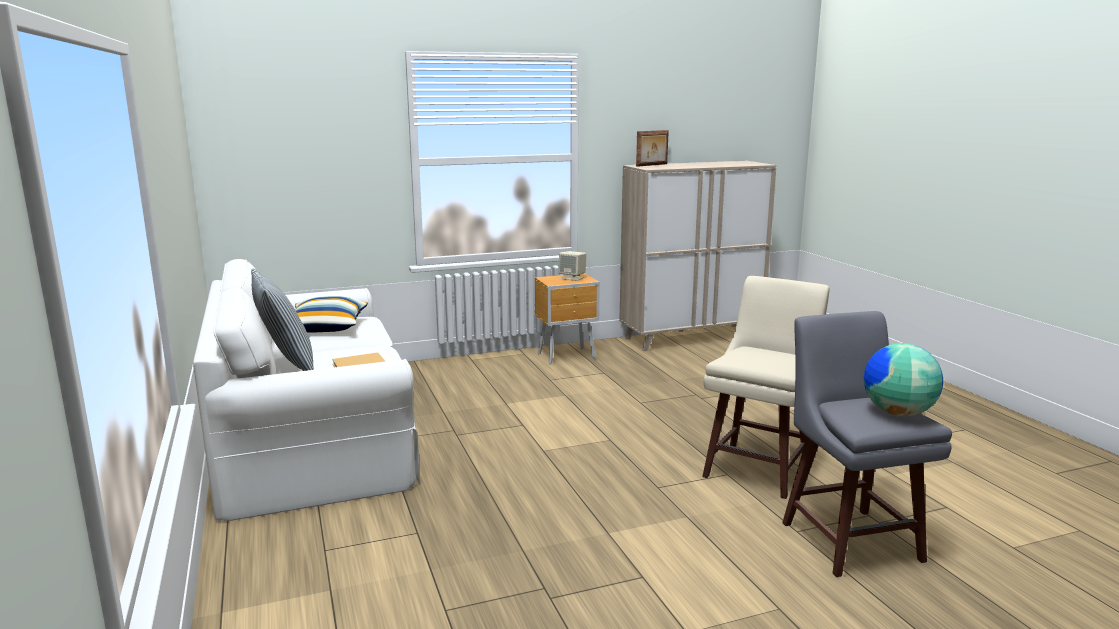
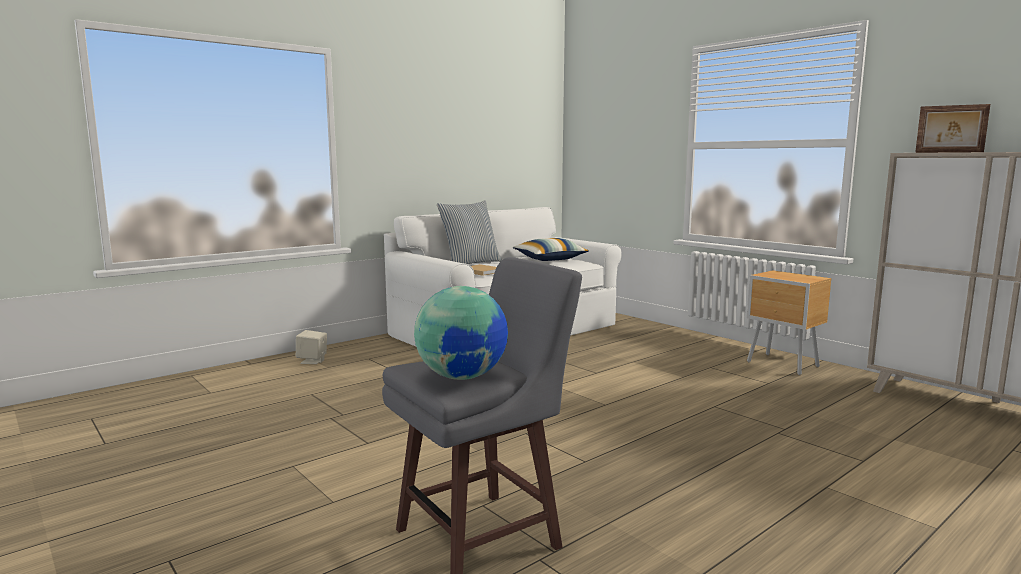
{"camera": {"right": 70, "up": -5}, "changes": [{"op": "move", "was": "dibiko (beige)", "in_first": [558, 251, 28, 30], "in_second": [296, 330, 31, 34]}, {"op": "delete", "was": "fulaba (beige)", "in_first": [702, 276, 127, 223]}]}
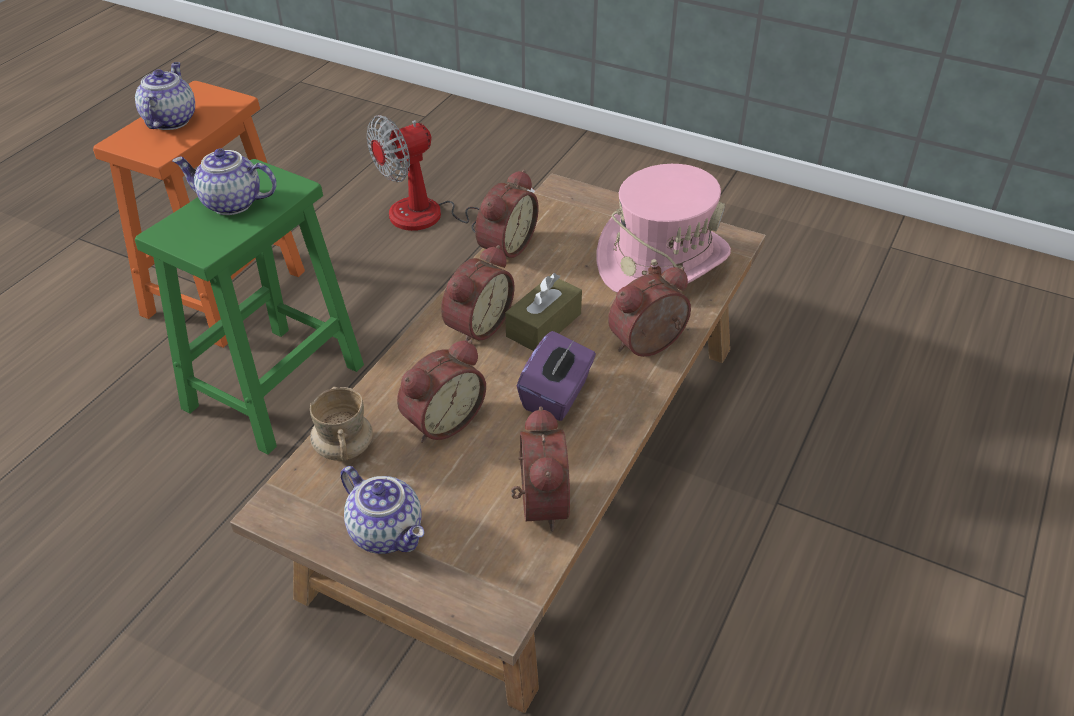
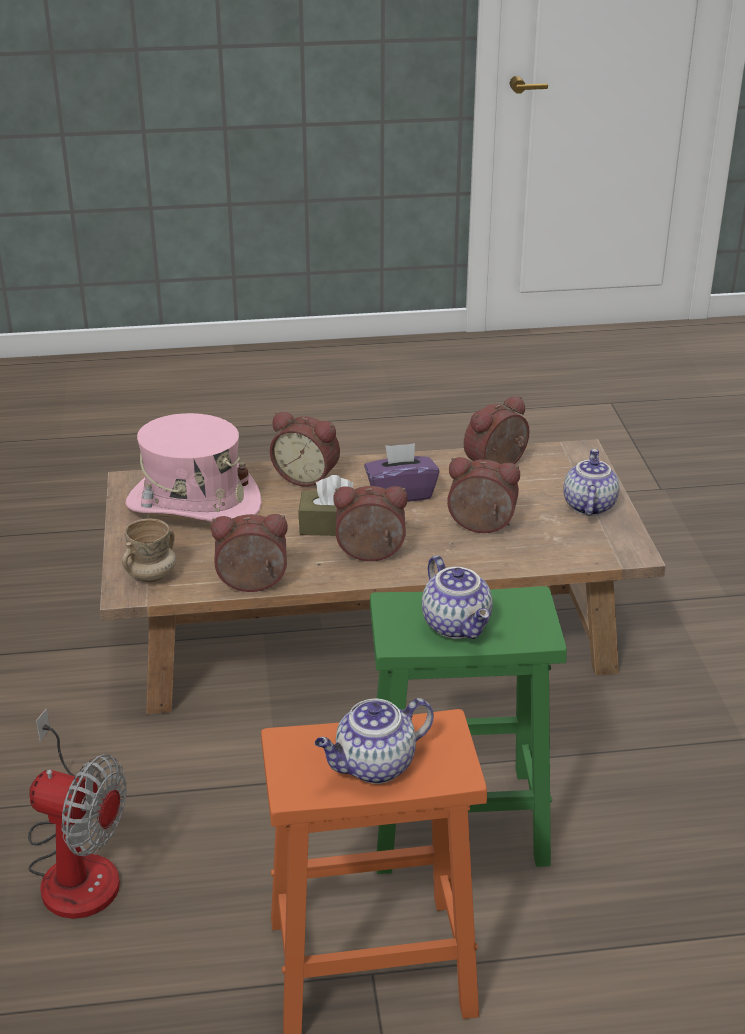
{"camera": {"right": -125, "up": -10}, "changes": [{"op": "move", "was": "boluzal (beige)", "in_first": [310, 387, 63, 74], "in_second": [122, 518, 54, 64]}]}
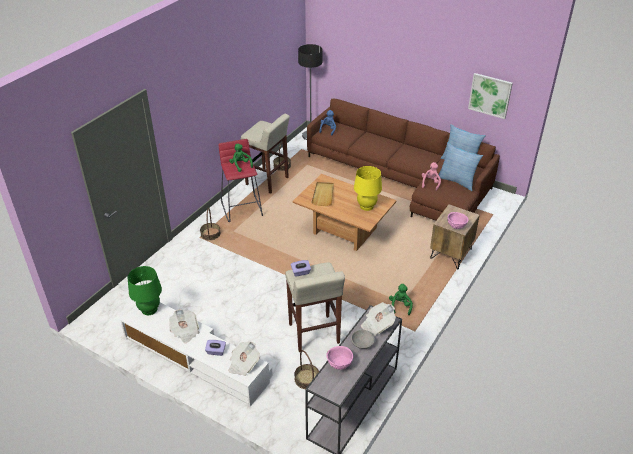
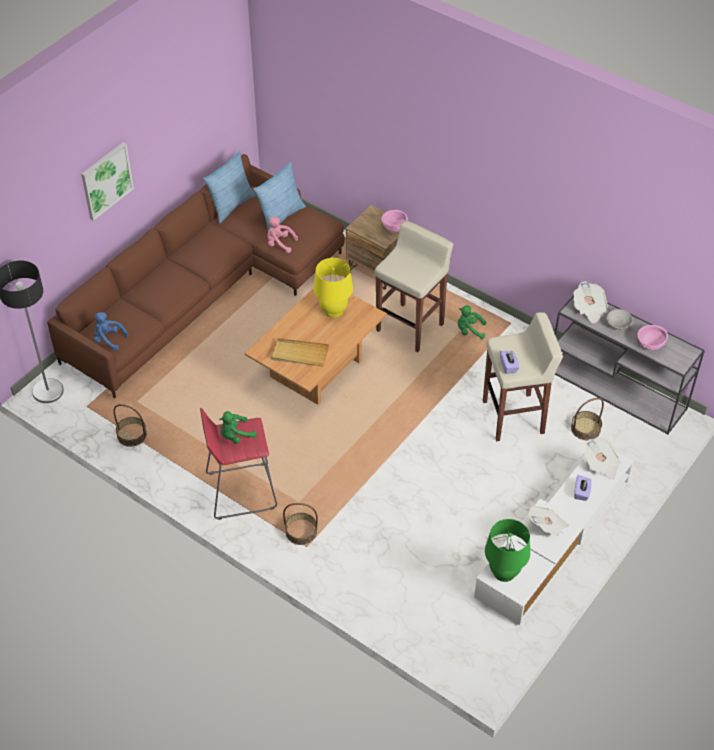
{"camera": {"right": -85, "up": 10}, "changes": [{"op": "move", "was": "fulaba (beige)", "in_first": [241, 114, 49, 80], "in_second": [375, 221, 78, 131]}, {"op": "move", "was": "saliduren", "in_first": [468, 73, 45, 46], "in_second": [81, 142, 53, 79]}]}
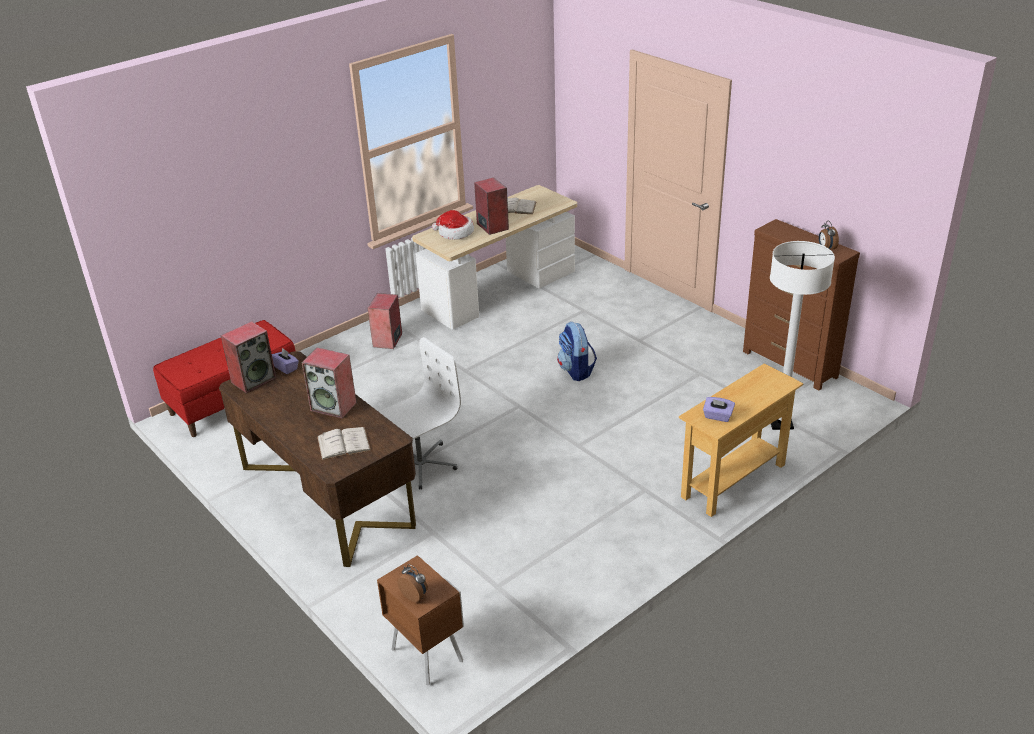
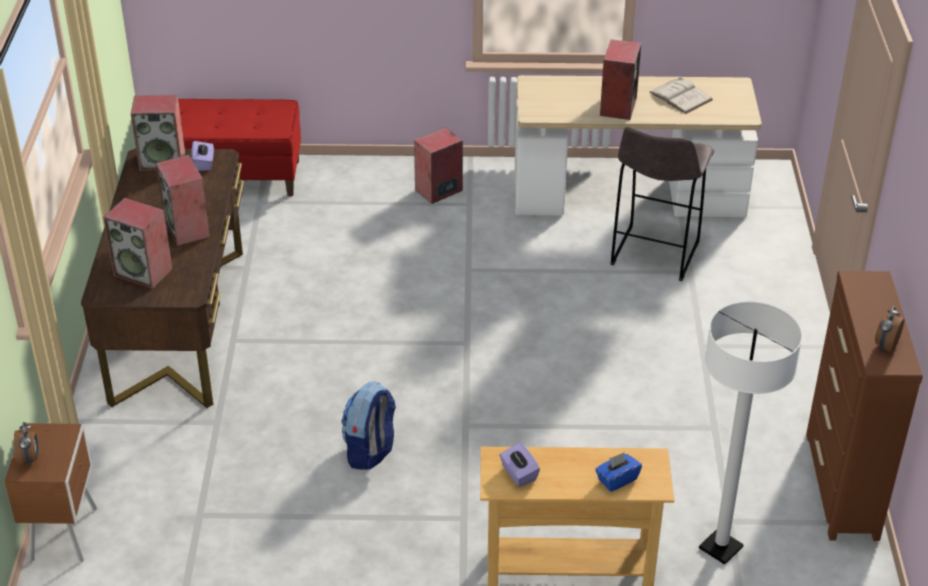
{"camera": {"right": 40, "up": 5}, "changes": [{"op": "replace", "was": "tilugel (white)", "now": "dibiko", "in_first": [317, 427, 54, 33], "in_second": [103, 198, 70, 91]}, {"op": "delete", "was": "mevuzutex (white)", "in_first": [379, 337, 82, 153]}, {"op": "delete", "was": "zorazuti", "in_first": [432, 210, 42, 30]}, {"op": "move", "was": "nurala", "in_first": [557, 321, 40, 60], "in_second": [341, 382, 55, 88]}, {"op": "insert", "now": "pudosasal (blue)", "in_second": [595, 452, 47, 40]}, {"op": "insert", "now": "fulaba (grey)", "in_second": [610, 127, 104, 154]}]}
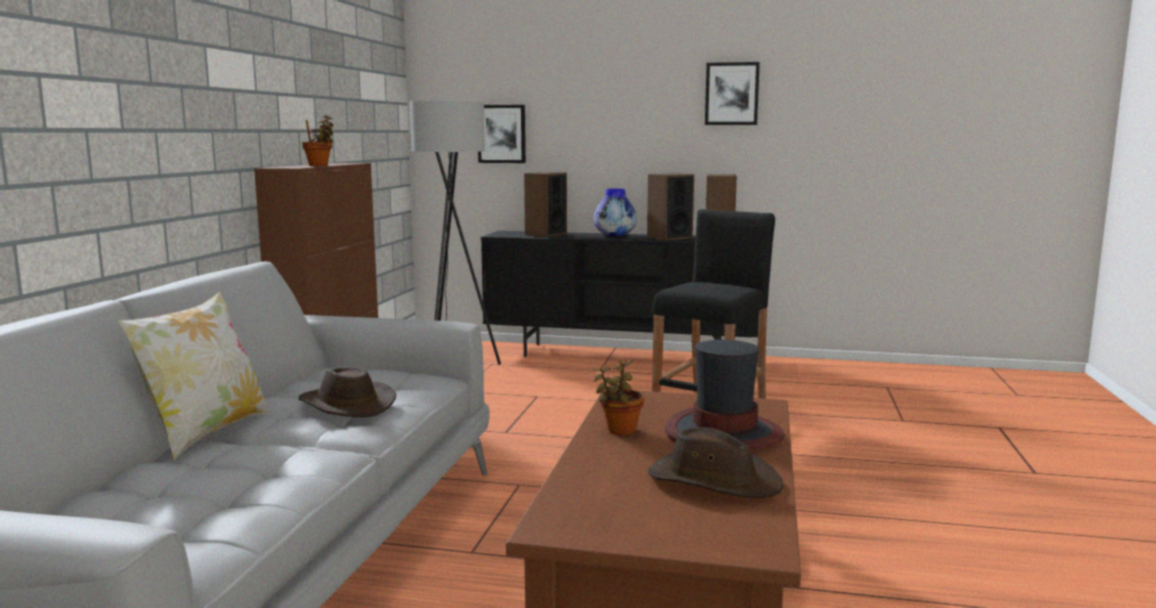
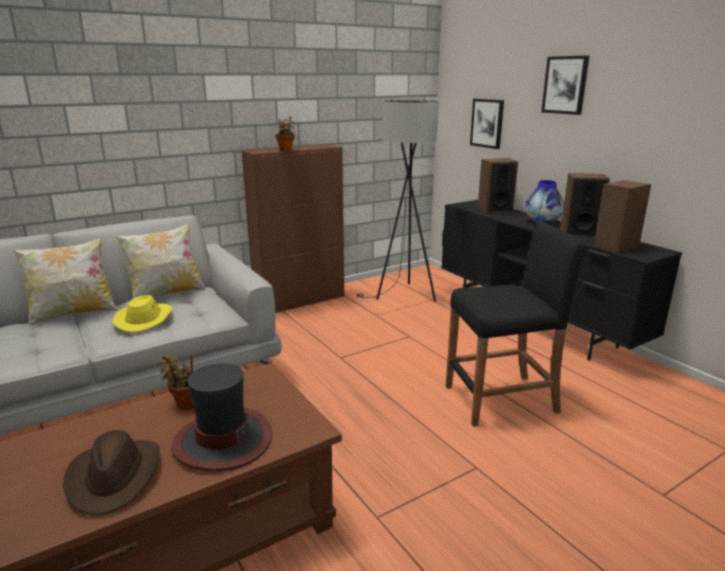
{"camera": {"right": 45, "up": 10}, "changes": [{"op": "recolor", "was": "zorazuti (brown)", "now": "zorazuti (yellow)", "in_first": [298, 366, 98, 51], "in_second": [112, 295, 61, 38]}, {"op": "move", "was": "saliduren", "in_first": [705, 62, 55, 63], "in_second": [541, 56, 48, 59]}, {"op": "insert", "now": "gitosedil", "in_second": [116, 223, 89, 75]}]}
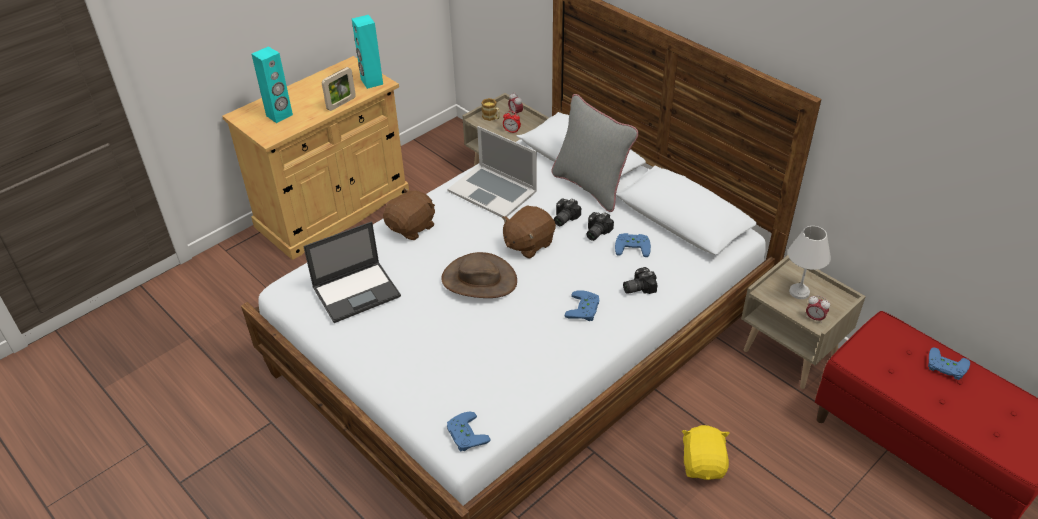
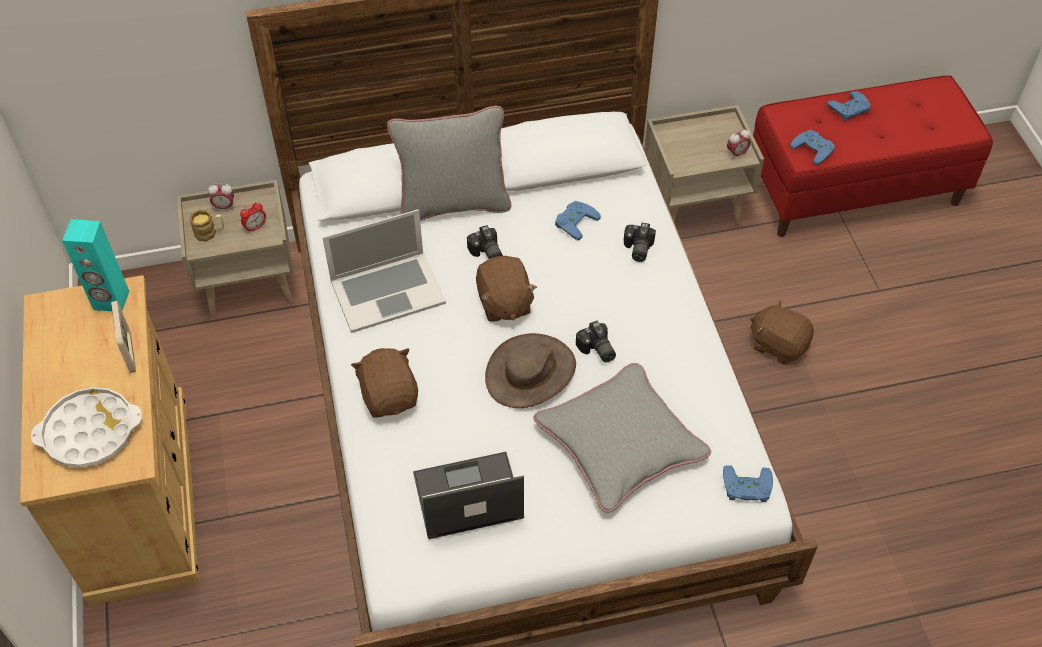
{"camera": {"right": -60, "up": 10}, "changes": [{"op": "replace", "was": "dibiko (turquoise)", "now": "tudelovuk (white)", "in_first": [251, 47, 42, 76], "in_second": [31, 387, 111, 81]}, {"op": "rotate", "was": "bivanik", "in_first": [303, 221, 98, 102], "in_second": [413, 452, 111, 87], "clockwise": -105}, {"op": "move", "was": "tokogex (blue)", "in_first": [565, 290, 34, 31], "in_second": [790, 130, 45, 35]}, {"op": "move", "was": "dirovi", "in_first": [586, 212, 28, 29], "in_second": [576, 320, 40, 43]}, {"op": "recolor", "was": "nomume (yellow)", "now": "nomume (brown)", "in_first": [682, 425, 48, 55], "in_second": [750, 299, 64, 65]}, {"op": "delete", "was": "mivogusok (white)", "in_first": [788, 226, 43, 73]}, {"op": "insert", "now": "gitosedil (grey)", "in_second": [533, 363, 178, 150]}]}
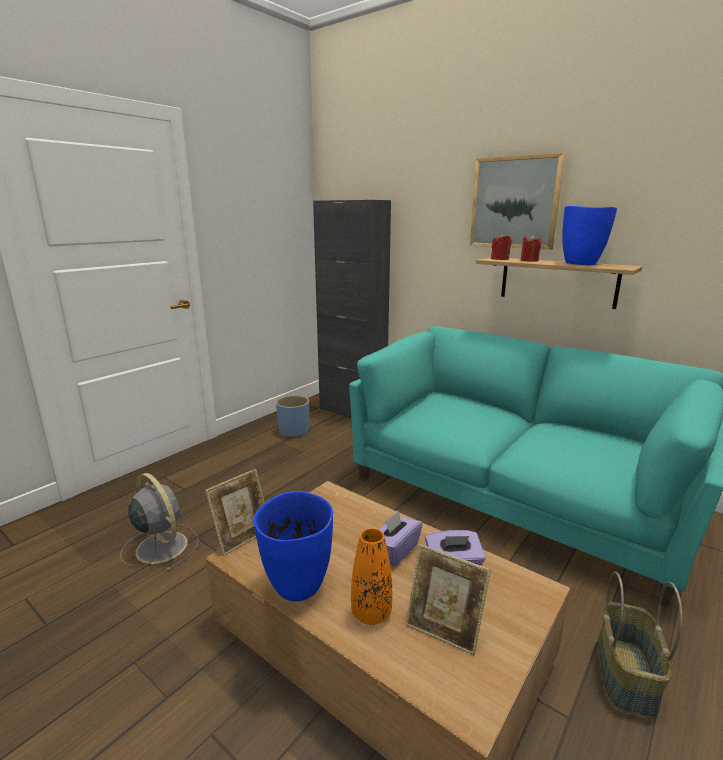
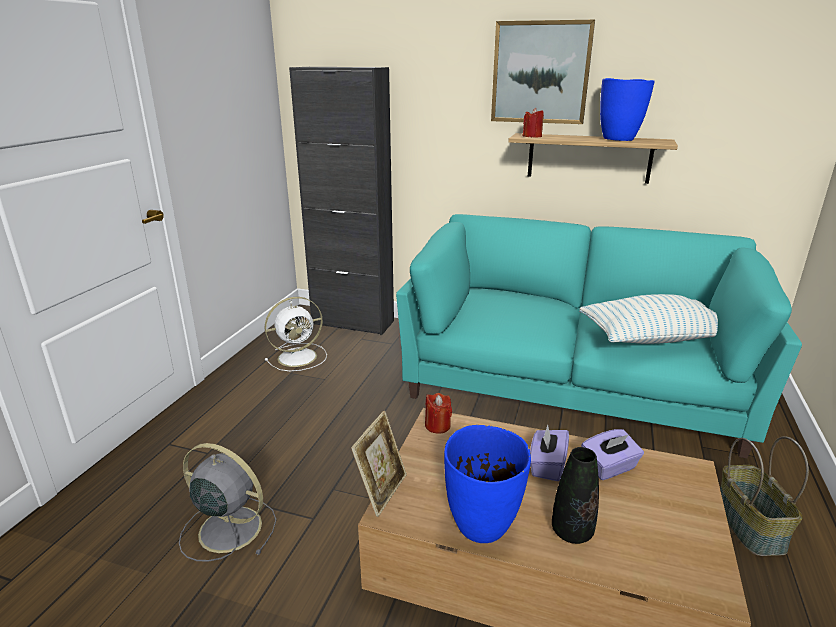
{"camera": {"right": -20, "up": 5}, "changes": [{"op": "replace", "was": "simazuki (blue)", "now": "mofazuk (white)", "in_first": [276, 395, 33, 42], "in_second": [265, 297, 62, 74]}, {"op": "recolor", "was": "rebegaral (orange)", "now": "rebegaral (black)", "in_first": [351, 528, 41, 97], "in_second": [552, 447, 47, 97]}, {"op": "delete", "was": "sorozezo", "in_first": [405, 544, 86, 111]}, {"op": "move", "was": "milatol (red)", "in_first": [521, 234, 20, 28], "in_second": [425, 393, 27, 41]}, {"op": "insert", "now": "gitosedil", "in_second": [579, 294, 139, 50]}]}
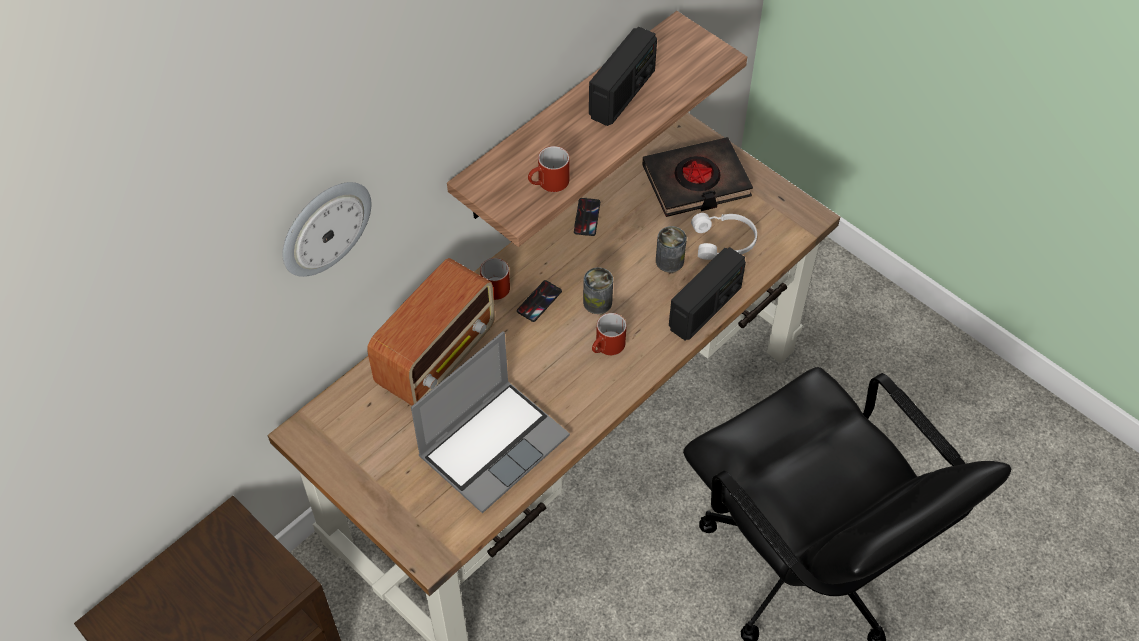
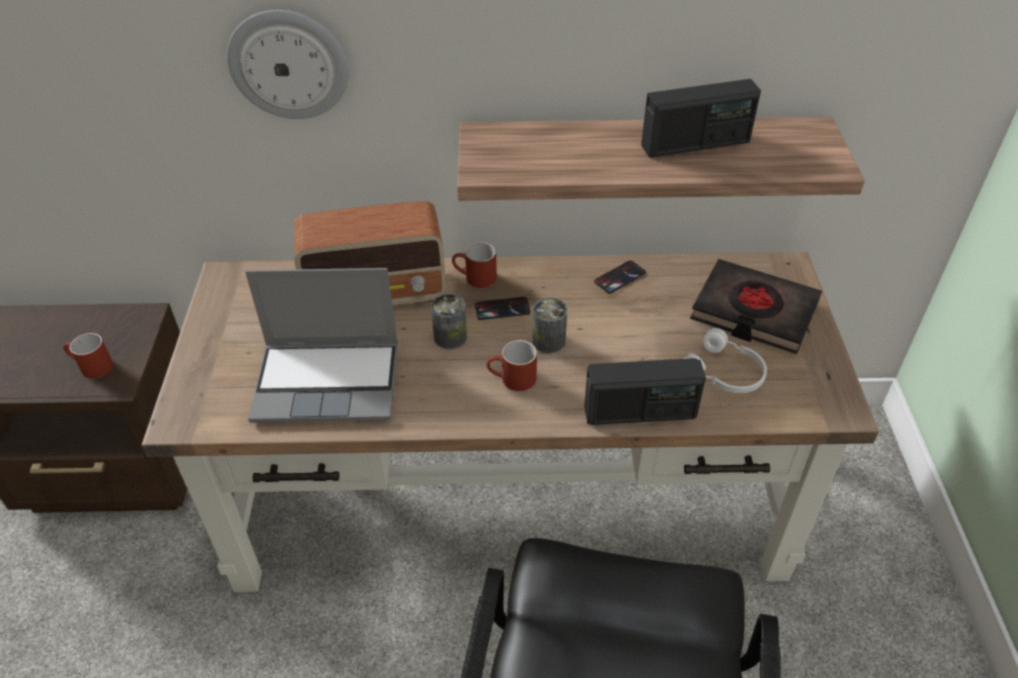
{"camera": {"right": 45, "up": -10}, "changes": [{"op": "move", "was": "boluzal (red)", "in_first": [528, 146, 41, 46], "in_second": [63, 333, 50, 46]}, {"op": "move", "was": "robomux", "in_first": [656, 226, 31, 46], "in_second": [431, 294, 36, 55]}]}
